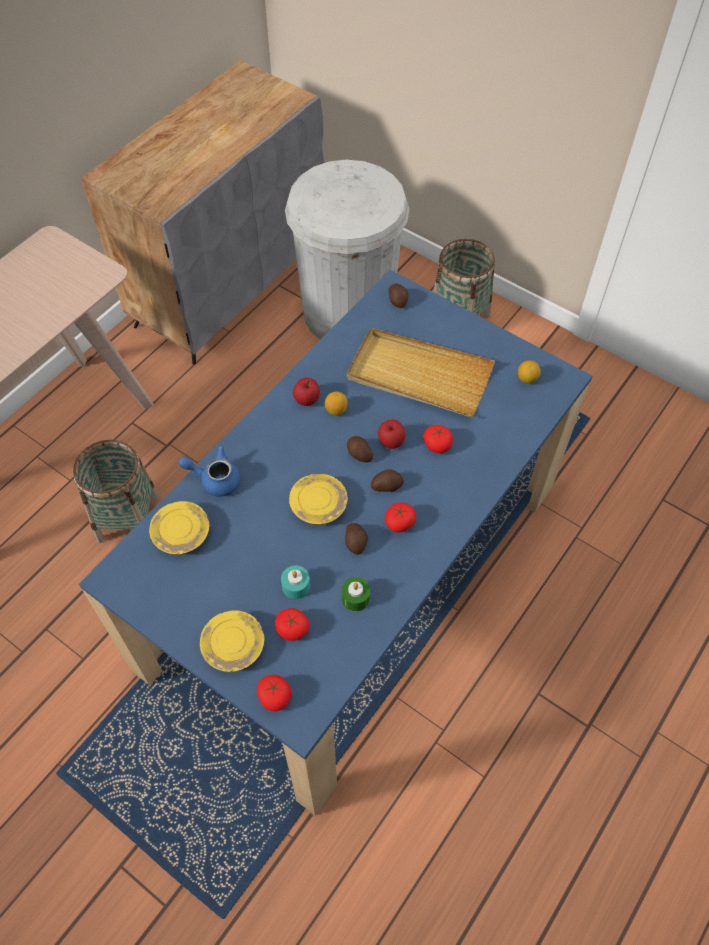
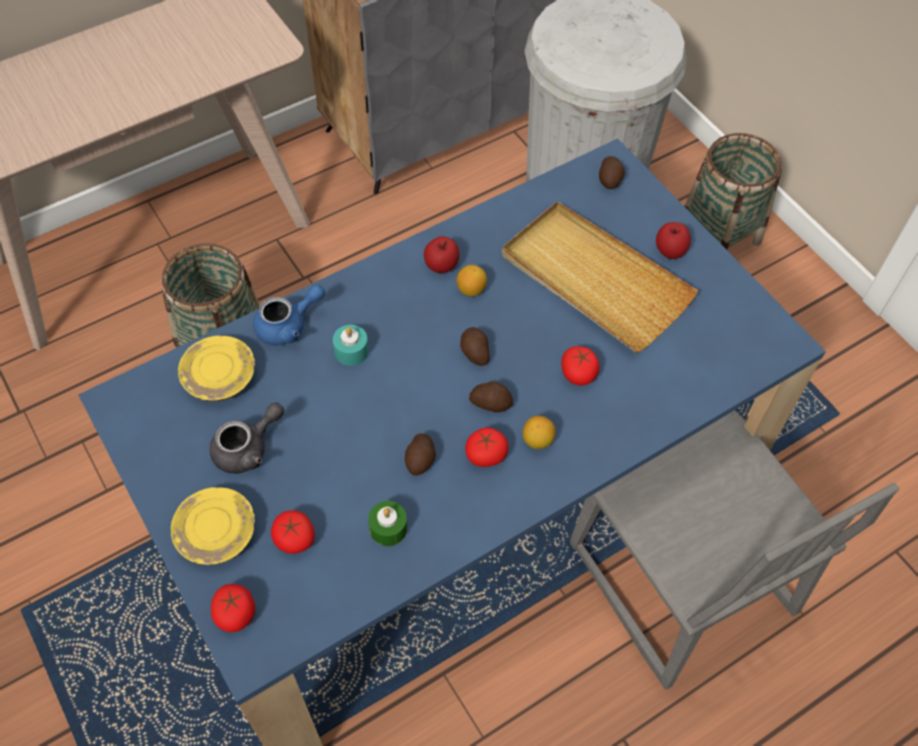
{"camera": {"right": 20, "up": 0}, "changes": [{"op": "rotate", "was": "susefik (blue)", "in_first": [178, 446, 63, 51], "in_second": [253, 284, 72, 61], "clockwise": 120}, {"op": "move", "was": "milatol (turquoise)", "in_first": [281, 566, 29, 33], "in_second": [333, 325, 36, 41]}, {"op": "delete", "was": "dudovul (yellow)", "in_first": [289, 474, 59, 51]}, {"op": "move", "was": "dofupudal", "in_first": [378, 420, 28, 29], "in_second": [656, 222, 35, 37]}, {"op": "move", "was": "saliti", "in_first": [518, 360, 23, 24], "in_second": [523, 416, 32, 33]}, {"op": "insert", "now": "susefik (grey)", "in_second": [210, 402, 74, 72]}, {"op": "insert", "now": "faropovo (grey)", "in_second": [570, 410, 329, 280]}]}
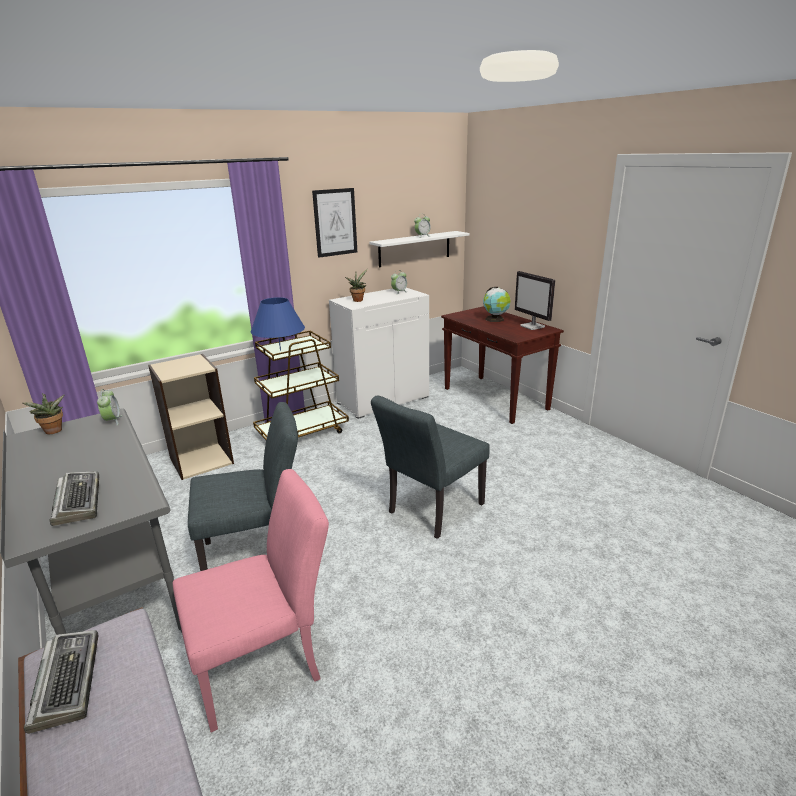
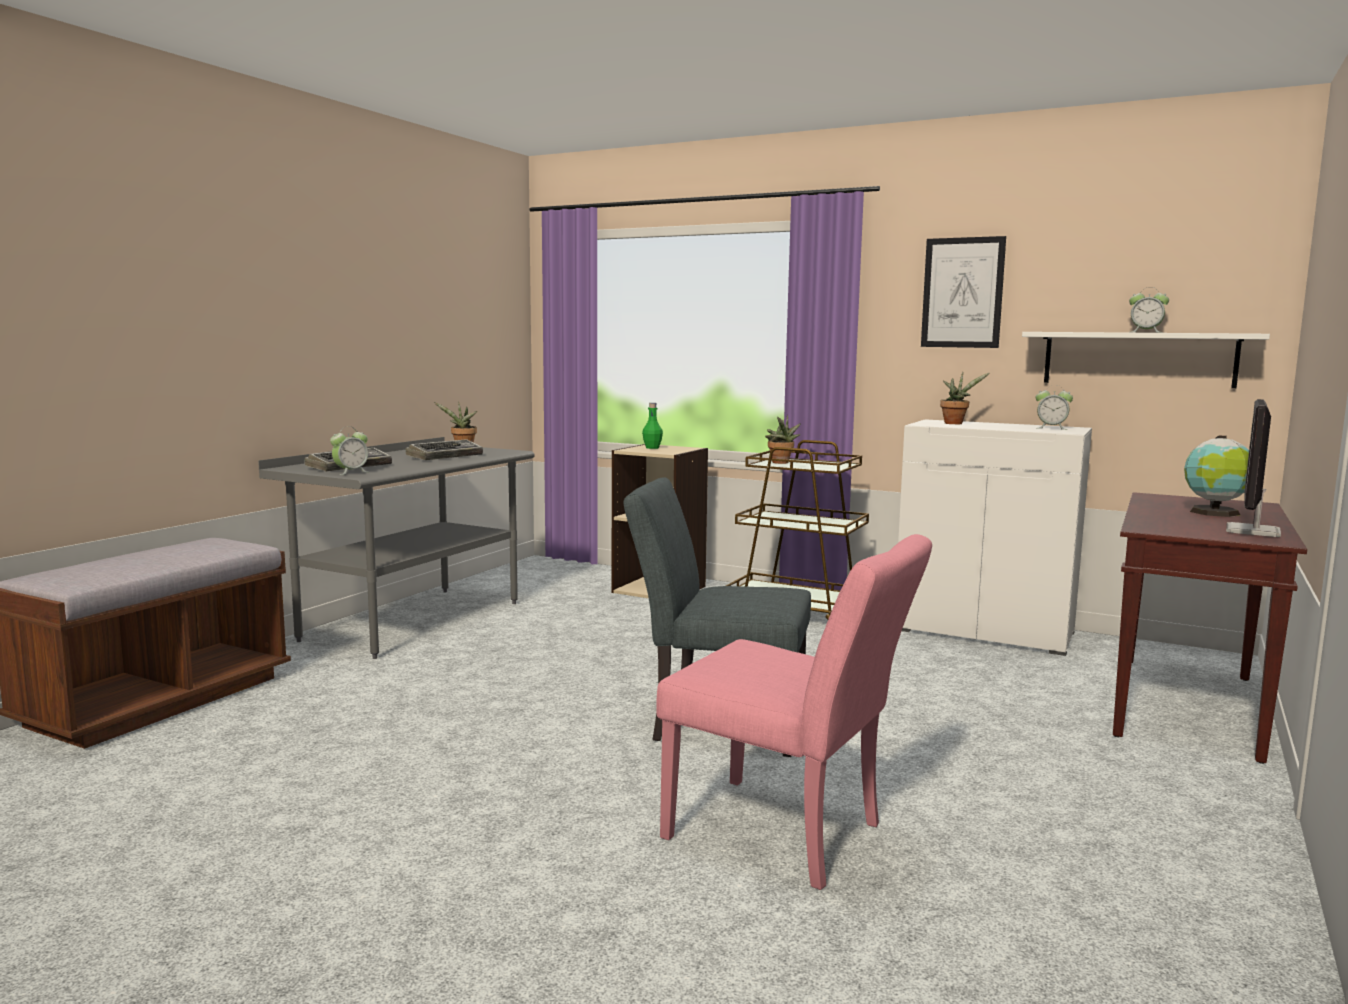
{"camera": {"right": 60, "up": -15}, "changes": [{"op": "move", "was": "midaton", "in_first": [24, 630, 74, 104], "in_second": [405, 439, 78, 21]}, {"op": "move", "was": "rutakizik", "in_first": [97, 389, 25, 36], "in_second": [330, 427, 38, 48]}, {"op": "move", "was": "faropovo (pink)", "in_first": [173, 469, 156, 264], "in_second": [656, 534, 276, 356]}, {"op": "delete", "was": "faropovo (grey)", "in_first": [188, 402, 110, 169]}, {"op": "replace", "was": "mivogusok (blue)", "now": "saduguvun", "in_first": [251, 297, 54, 54], "in_second": [765, 415, 36, 49]}, {"op": "insert", "now": "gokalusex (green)", "in_second": [642, 403, 21, 46]}]}
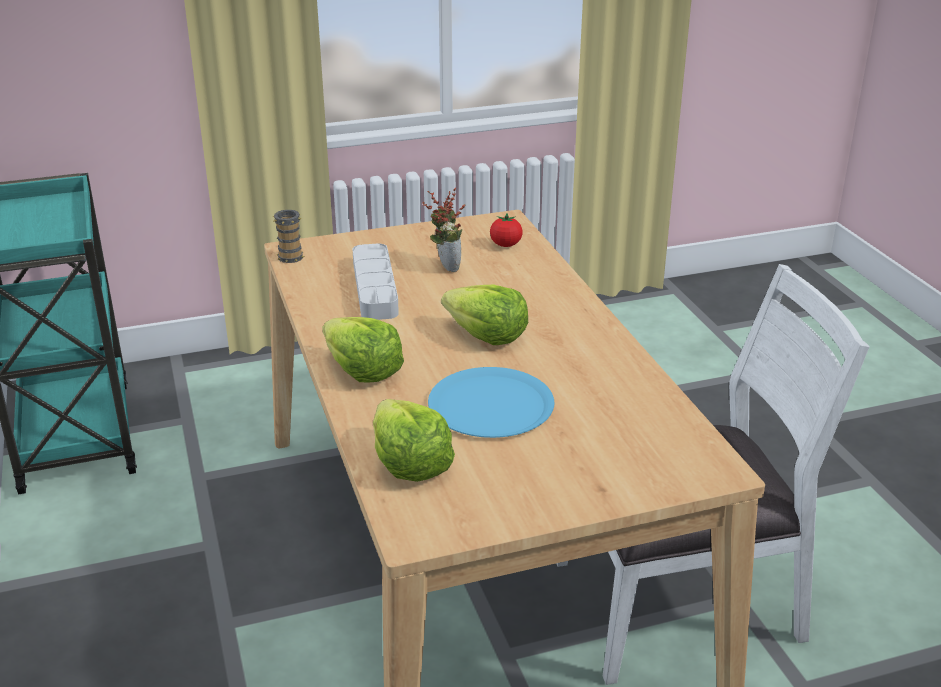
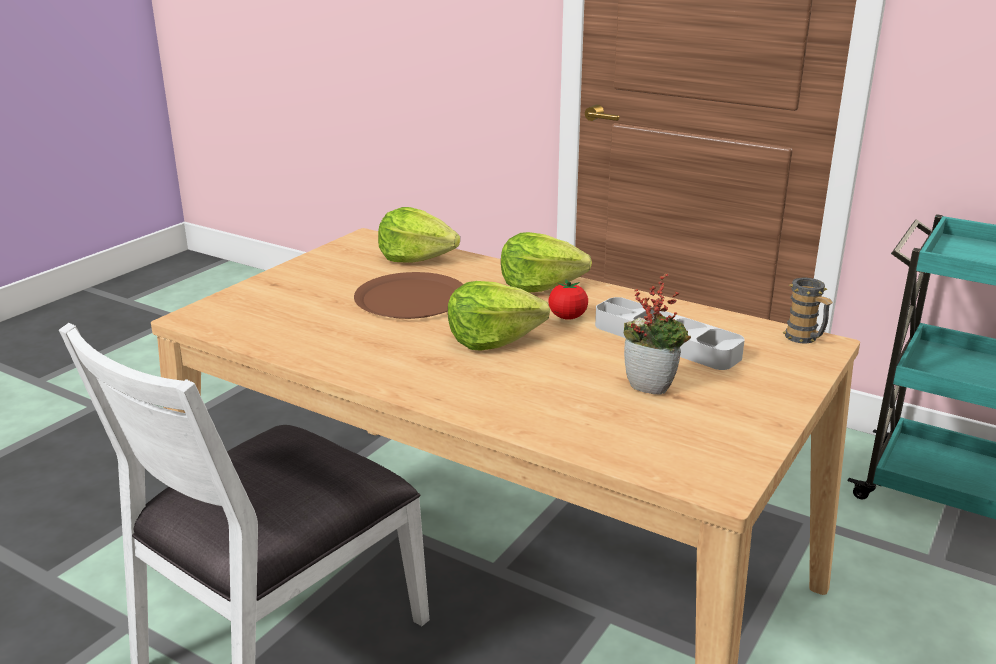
{"camera": {"right": 140, "up": -5}, "changes": [{"op": "recolor", "was": "dudovul (blue)", "now": "dudovul (brown)", "in_first": [428, 367, 126, 71], "in_second": [354, 272, 109, 47]}, {"op": "move", "was": "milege", "in_first": [490, 214, 33, 33], "in_second": [548, 280, 40, 40]}]}
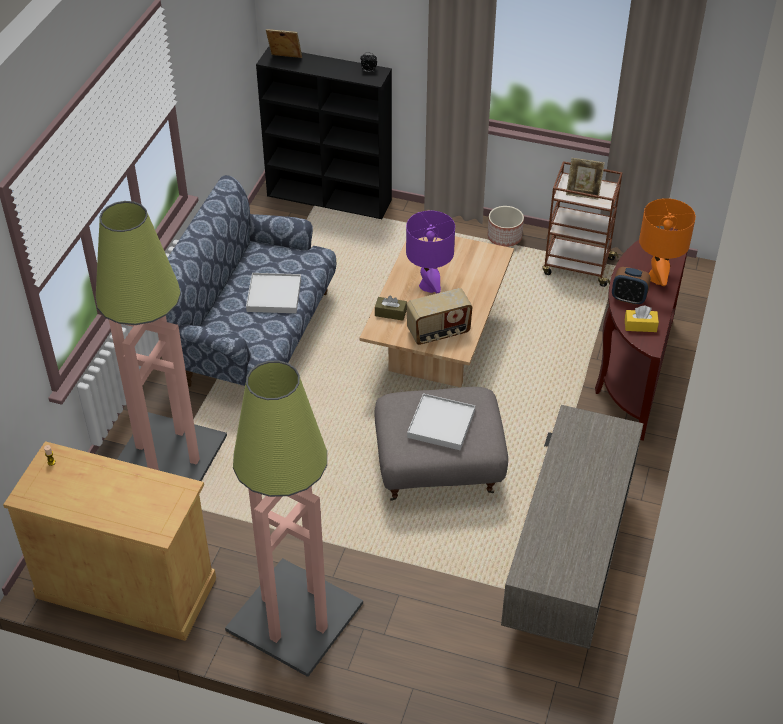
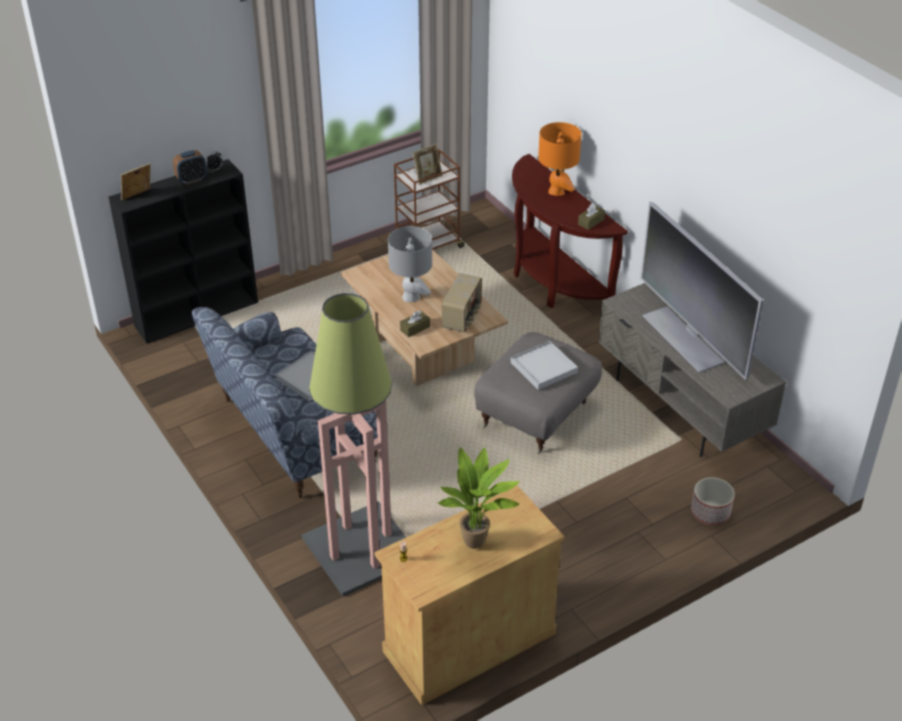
{"camera": {"right": -50, "up": -5}, "changes": [{"op": "delete", "was": "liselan", "in_first": [225, 361, 138, 316]}, {"op": "recolor", "was": "mivogusok (purple)", "now": "mivogusok (grey)", "in_first": [406, 210, 49, 83], "in_second": [388, 226, 44, 76]}, {"op": "move", "was": "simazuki", "in_first": [487, 206, 37, 41], "in_second": [691, 477, 44, 48]}, {"op": "move", "was": "rutakizik", "in_first": [612, 267, 39, 38], "in_second": [173, 150, 34, 35]}, {"op": "recolor", "was": "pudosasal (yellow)", "now": "pudosasal (brown)", "in_first": [625, 306, 34, 26], "in_second": [578, 203, 27, 27]}, {"op": "insert", "now": "saduguvun", "in_second": [438, 447, 82, 102]}, {"op": "insert", "now": "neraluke", "in_second": [640, 201, 124, 179]}]}
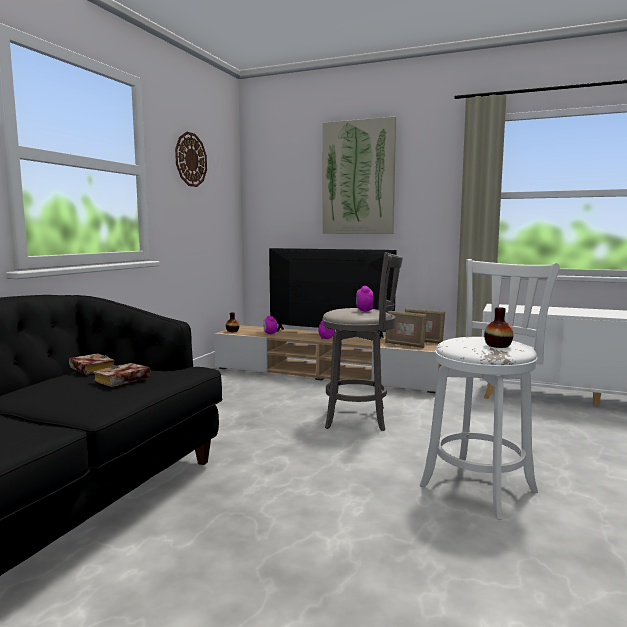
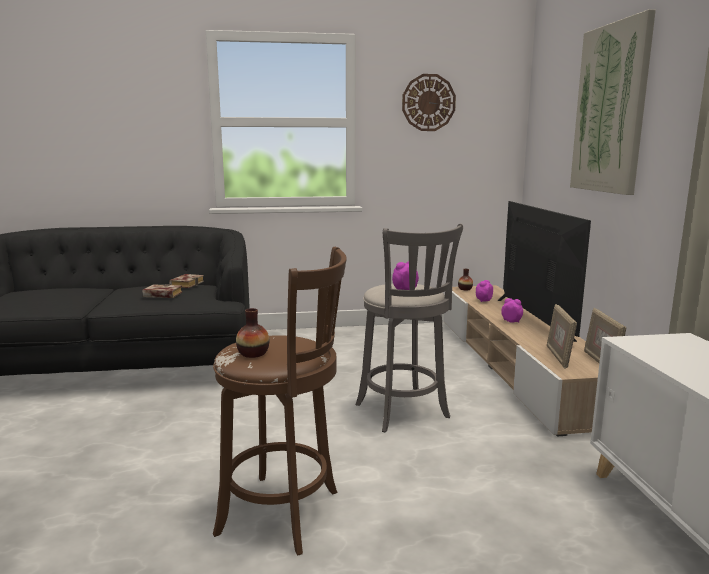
{"camera": {"right": 60, "up": 5}, "changes": [{"op": "recolor", "was": "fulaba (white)", "now": "fulaba (brown)", "in_first": [420, 259, 139, 261], "in_second": [213, 247, 134, 309]}]}
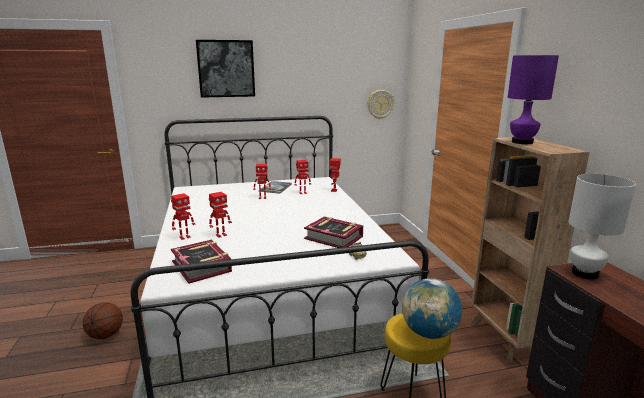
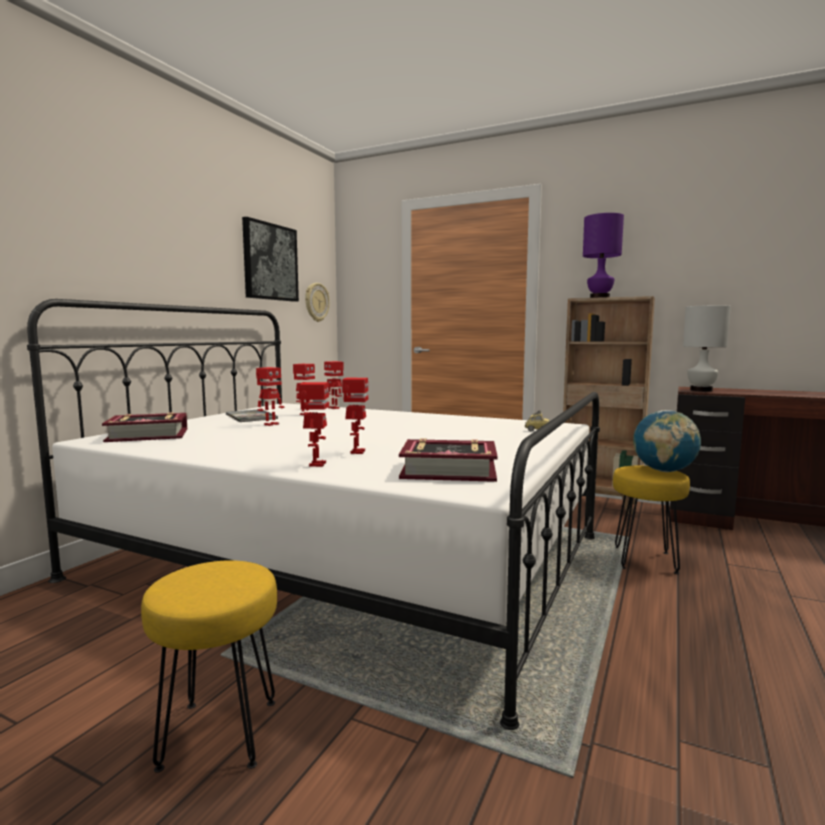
{"camera": {"right": -50, "up": -10}, "changes": [{"op": "replace", "was": "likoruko", "now": "fulaba (yellow)", "in_first": [83, 302, 40, 37], "in_second": [141, 560, 136, 213]}, {"op": "move", "was": "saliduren", "in_first": [196, 40, 59, 58], "in_second": [242, 217, 57, 85]}, {"op": "move", "was": "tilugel", "in_first": [304, 217, 59, 31], "in_second": [102, 412, 85, 30]}]}
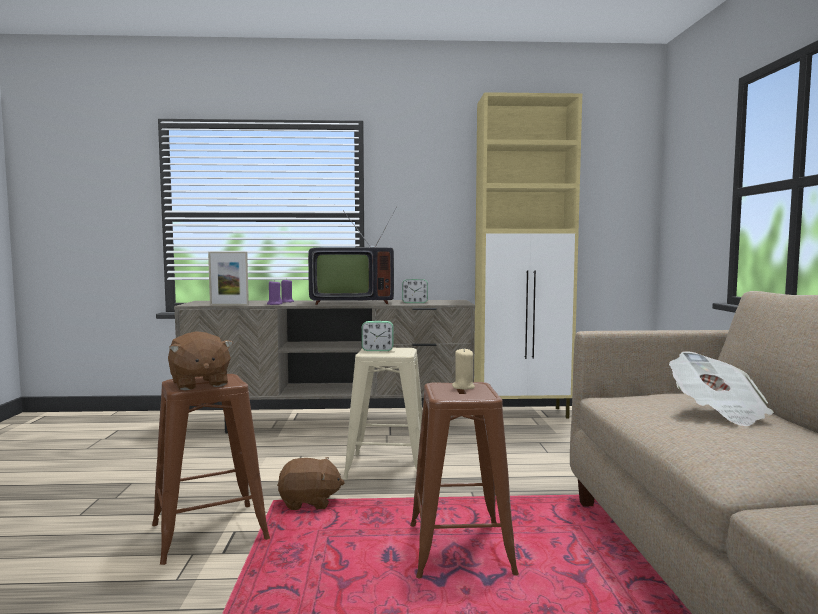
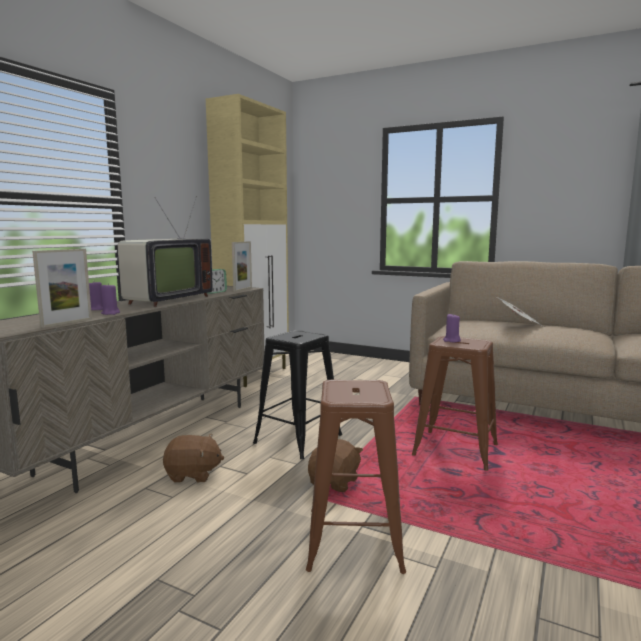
{"camera": {"right": -60, "up": 5}, "changes": [{"op": "move", "was": "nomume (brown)", "in_first": [168, 331, 65, 59], "in_second": [163, 434, 61, 49]}, {"op": "recolor", "was": "fulaba (beige)", "now": "fulaba (black)", "in_first": [343, 348, 80, 132], "in_second": [253, 330, 89, 129]}, {"op": "delete", "was": "rutakizik", "in_first": [361, 321, 33, 30]}, {"op": "recolor", "was": "milatol (beige)", "now": "milatol (purple)", "in_first": [452, 349, 23, 41], "in_second": [443, 313, 18, 29]}, {"op": "insert", "now": "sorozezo", "in_second": [232, 241, 20, 51]}]}
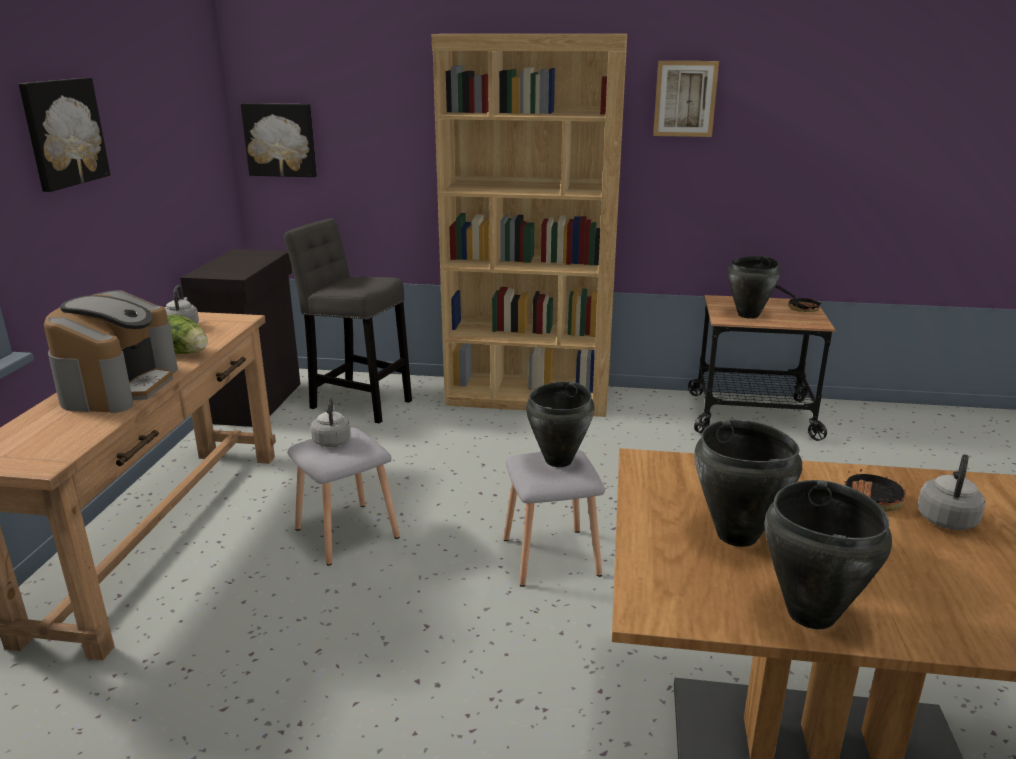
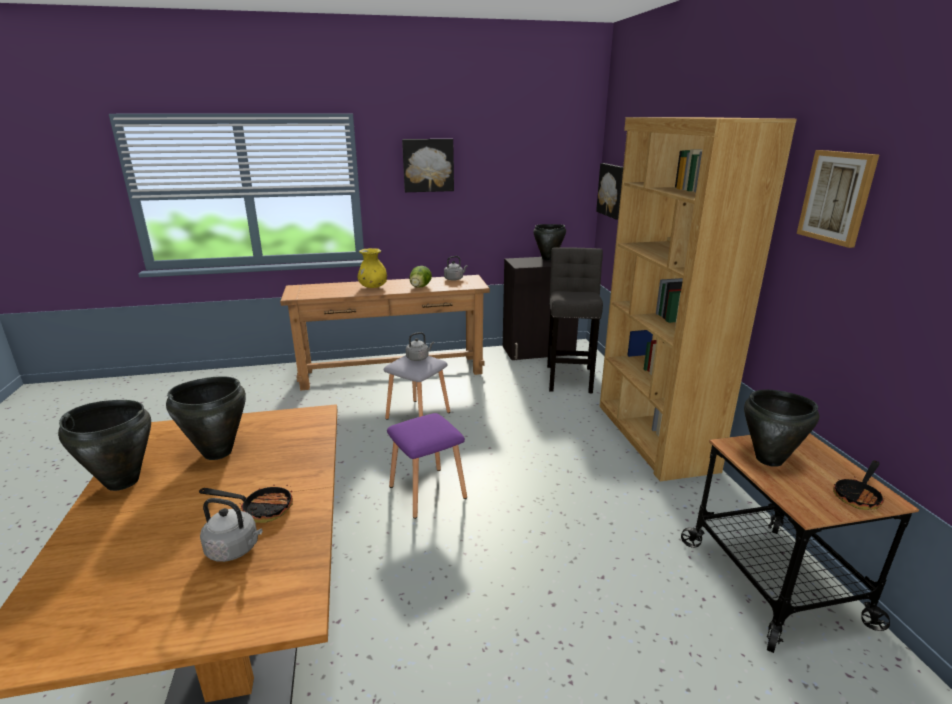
{"camera": {"right": 70, "up": 0}, "changes": [{"op": "replace", "was": "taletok", "now": "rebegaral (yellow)", "in_first": [44, 290, 134, 123], "in_second": [358, 248, 29, 40]}, {"op": "recolor", "was": "fulaba (grey)", "now": "fulaba (purple)", "in_first": [503, 450, 102, 137], "in_second": [387, 413, 80, 106]}, {"op": "move", "was": "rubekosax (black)", "in_first": [526, 381, 68, 86], "in_second": [533, 224, 33, 37]}]}
